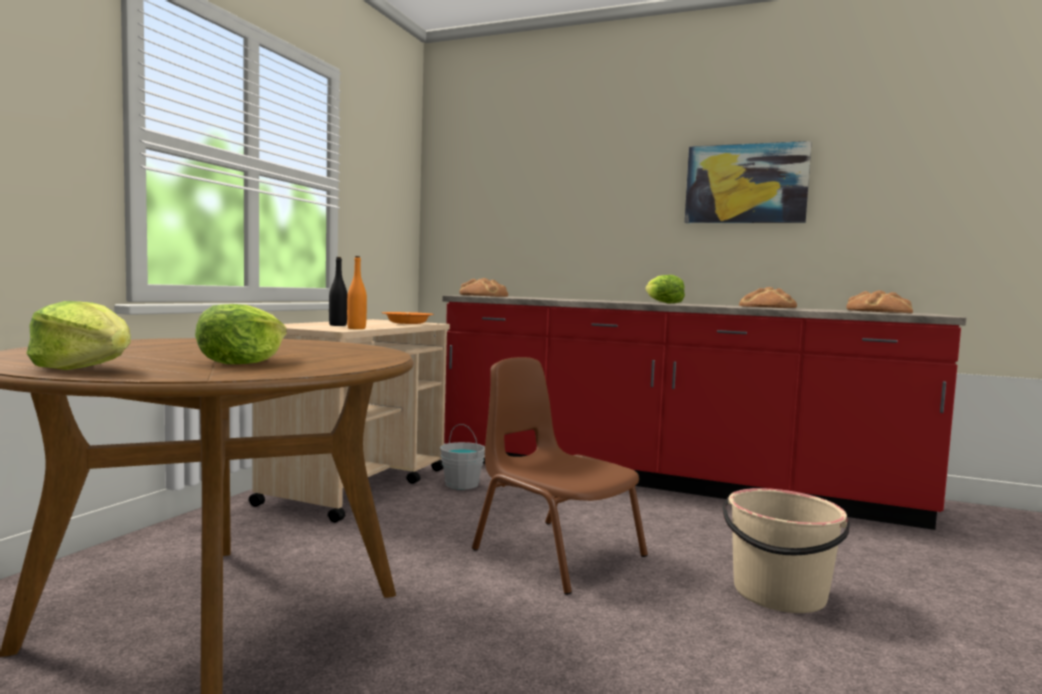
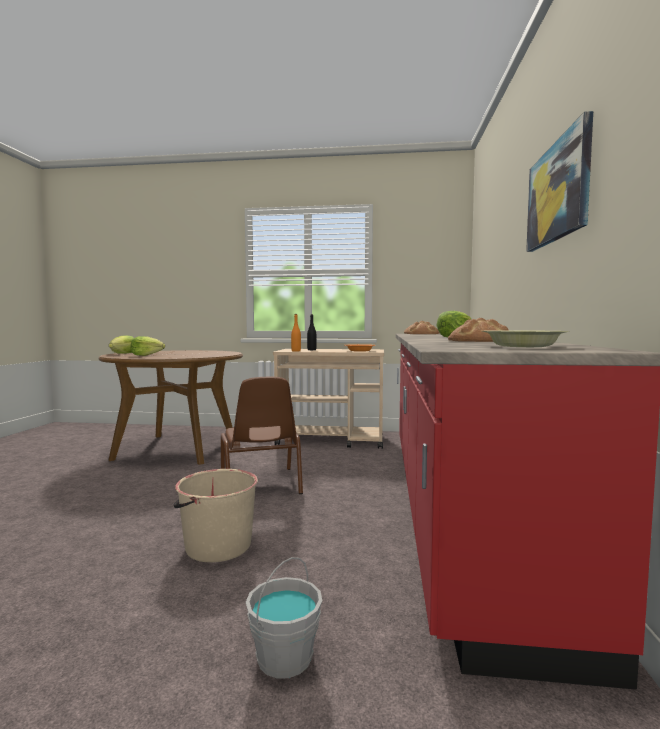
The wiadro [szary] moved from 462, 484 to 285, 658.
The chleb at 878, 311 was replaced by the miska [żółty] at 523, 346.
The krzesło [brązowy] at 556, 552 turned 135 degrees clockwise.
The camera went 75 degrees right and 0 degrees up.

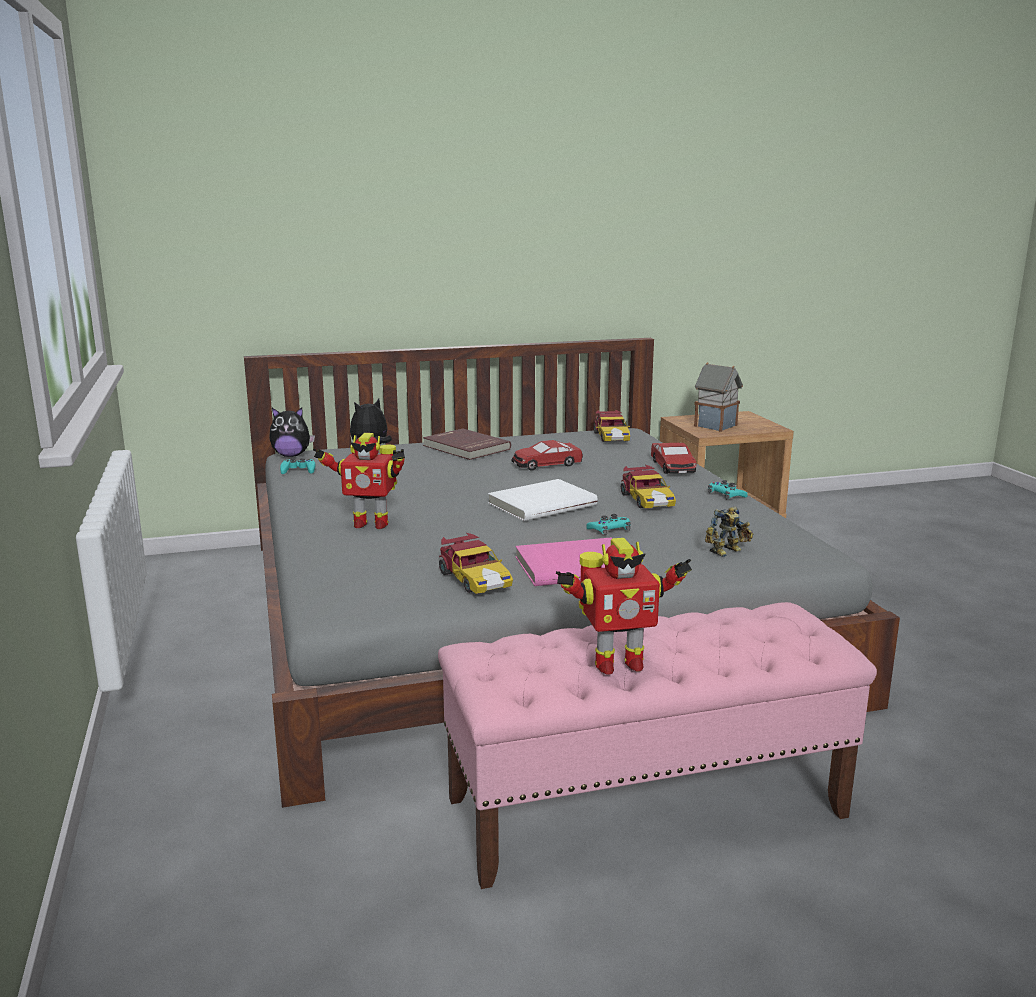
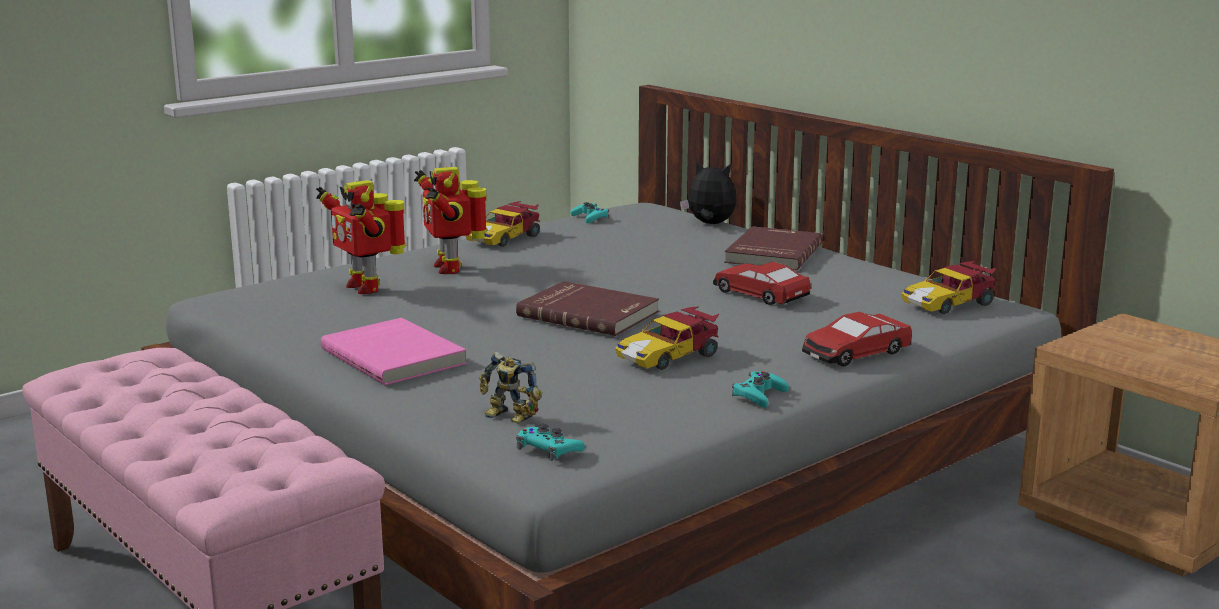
The pluszak at 291, 455 disappeared.
The domek at 716, 426 disappeared.
The samochodzik moved from 474, 579 to 505, 239.
The robot zabawkowy moved from 616, 664 to 366, 287.
The pad do gier [turkusowy] moved from 609, 530 to 548, 450.
The książka [biały] at 541, 503 became the książka [czerwony] at 589, 313.
The camera went 65 degrees right and 0 degrees up.

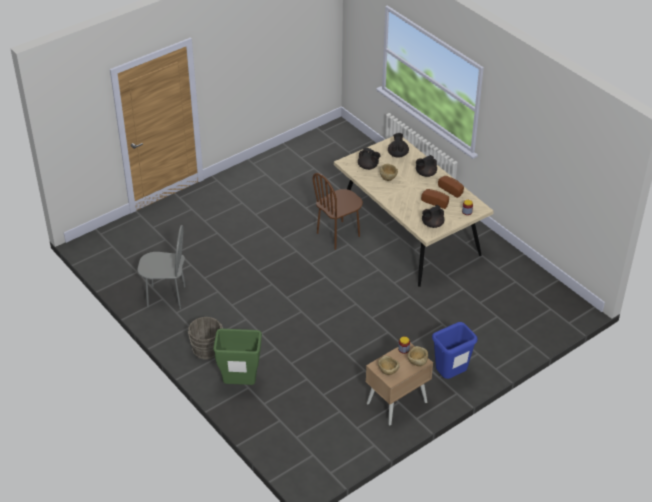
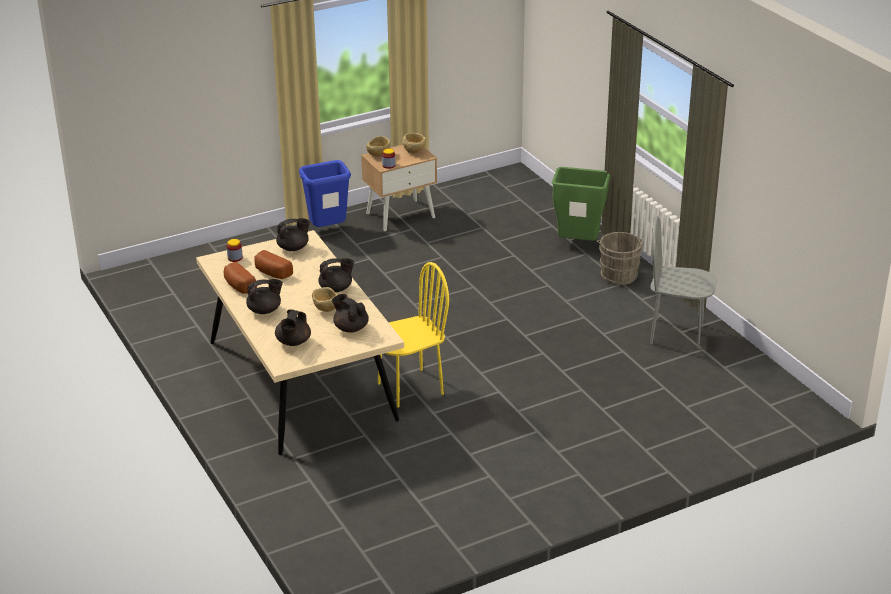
The imbryk [czarny] at 336, 289 appeared.
The krzesło [brązowy] at 338, 235 became the krzesło [żółty] at 410, 388.
The camera went 170 degrees left and 10 degrees down.

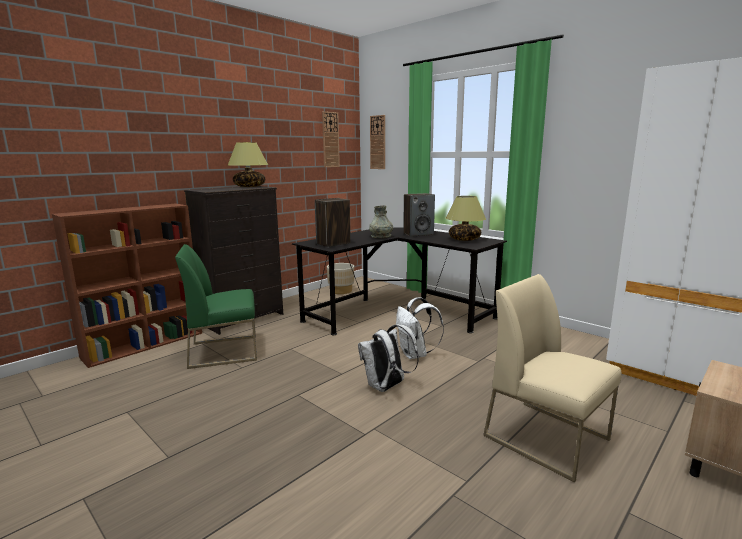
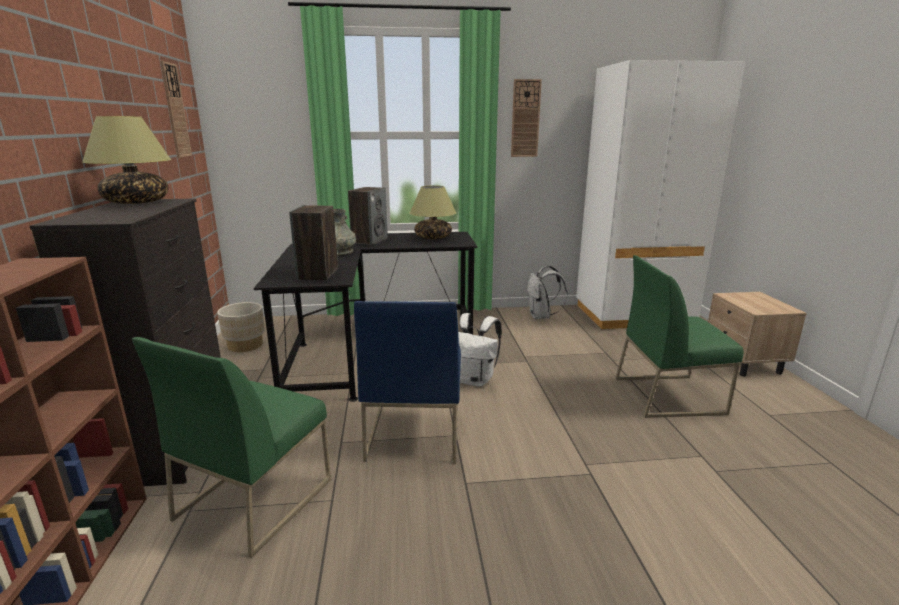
The krzesło [niebieski] at 413, 433 appeared.
The plecak [biały] moved from 386, 387 to 541, 316.
The zegar ścienny moved from 378, 142 to 525, 118.
The krzesło [beżowy] at 547, 437 became the krzesło [zielony] at 668, 395.
The camera went 50 degrees left and 5 degrees up.

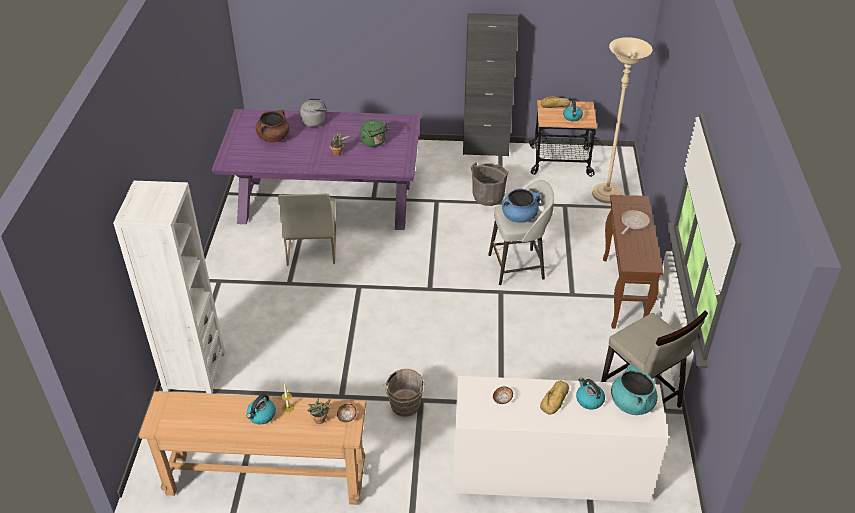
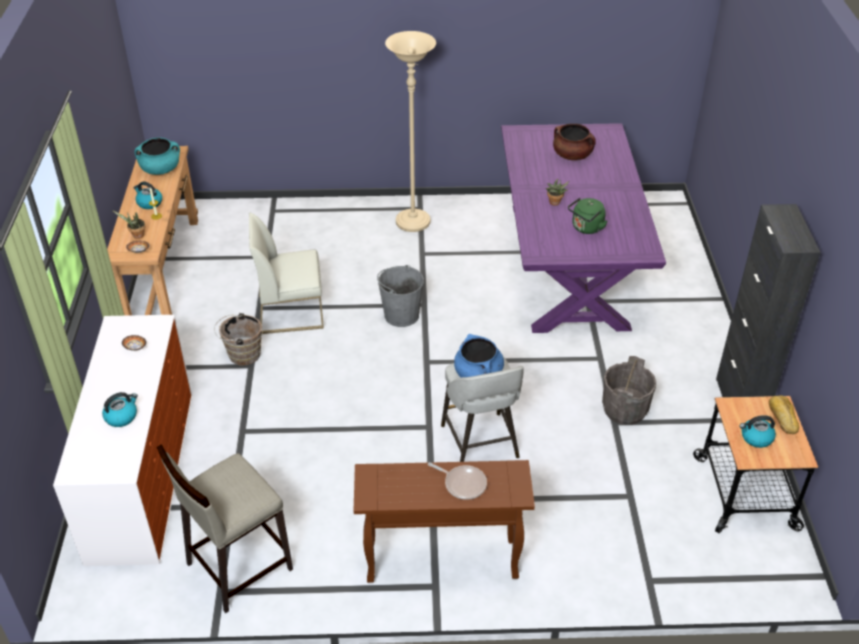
The regał [biały] at 194, 372 disappeared.
The czajnik [szary] at 314, 122 disappeared.
The chleb at 555, 400 disappeared.
The wiadro [szary] at 401, 315 appeared.
The krzesło [biały] moved from 311, 247 to 291, 311.
The lampa stojąca [beżowy] moved from 606, 195 to 413, 222.
The garnek [turkusowy] moved from 631, 403 to 161, 169.
The camera went 85 degrees right and 0 degrees up.

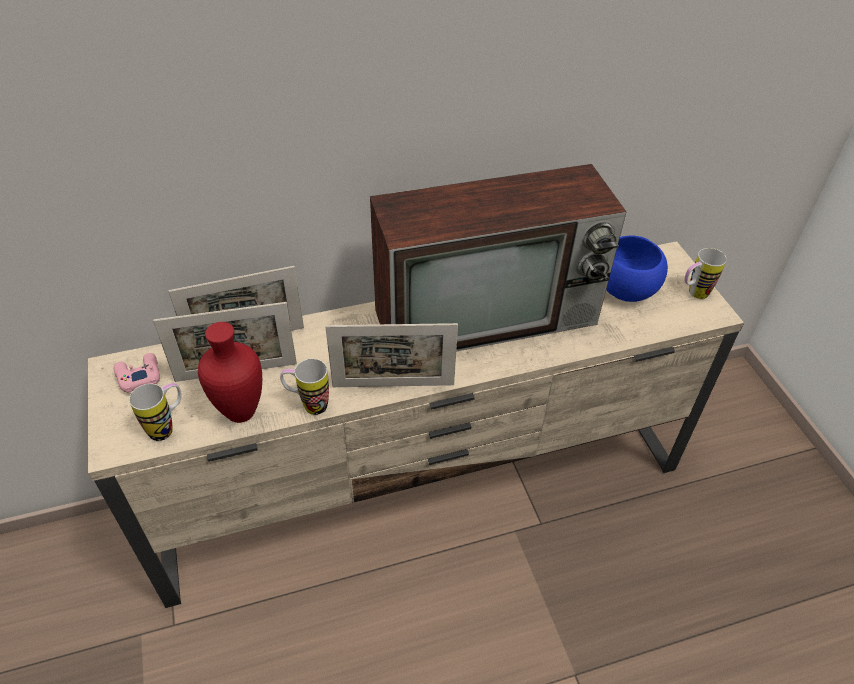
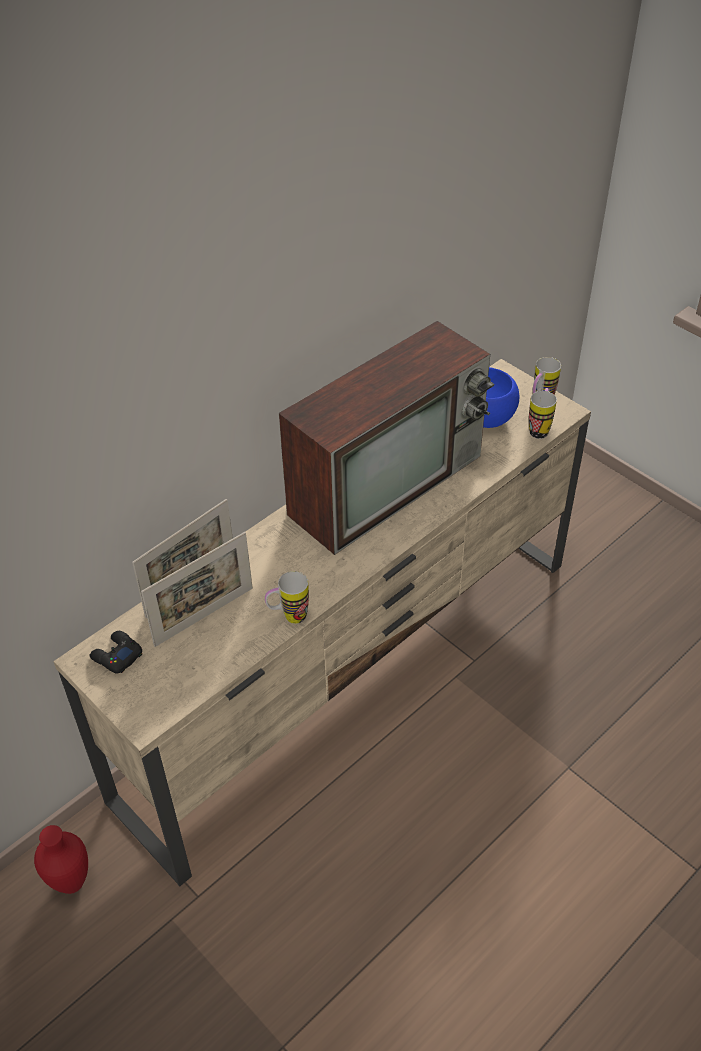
The ramka na zdjęcie at 393, 385 disappeared.
The kubek moved from 168, 427 to 540, 428.
The wazon [czerwony] moved from 240, 411 to 70, 882.
The pad do gier [różowy] at 138, 376 became the pad do gier [czarny] at 116, 656.
The camera went 25 degrees left and 0 degrees up.

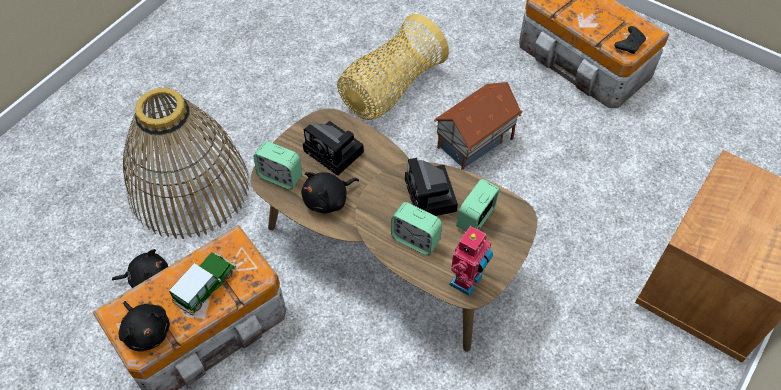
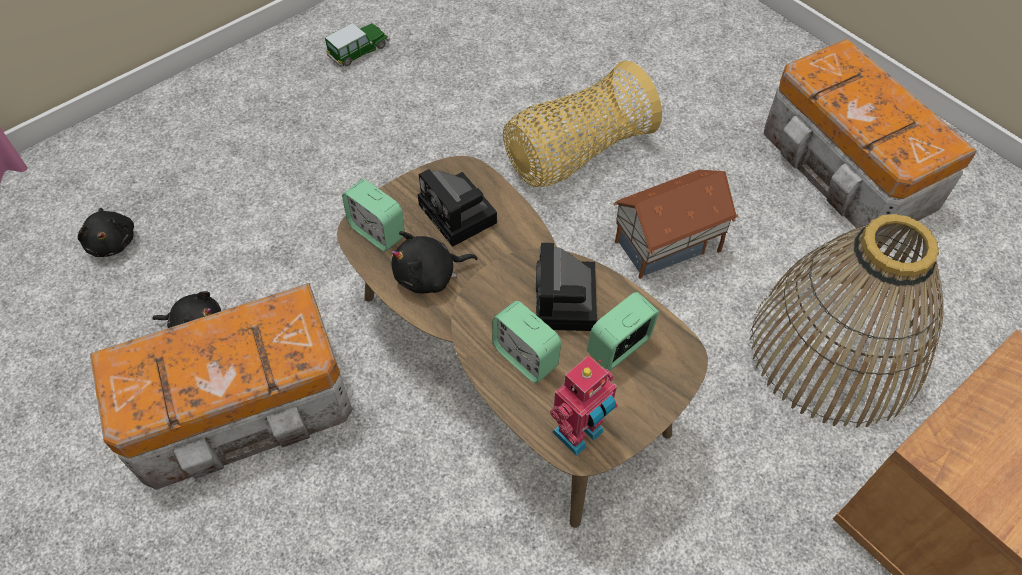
The pad do gier [czarny] at 629, 44 disappeared.
The pluszak [czarny] moved from 147, 331 to 113, 241.
The koszyk moved from 189, 187 to 835, 349.
The samochodzik moved from 205, 286 to 359, 50.
The camera went 15 degrees right and 0 degrees up.

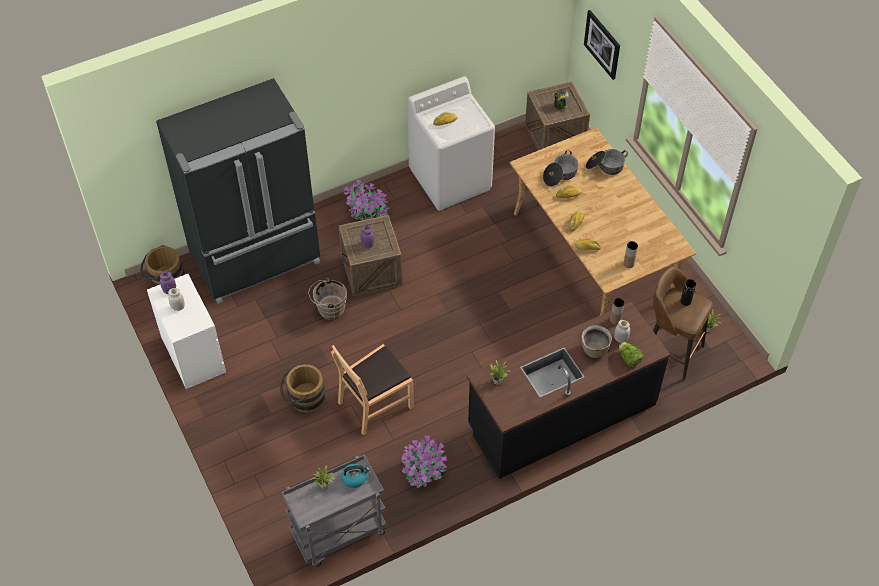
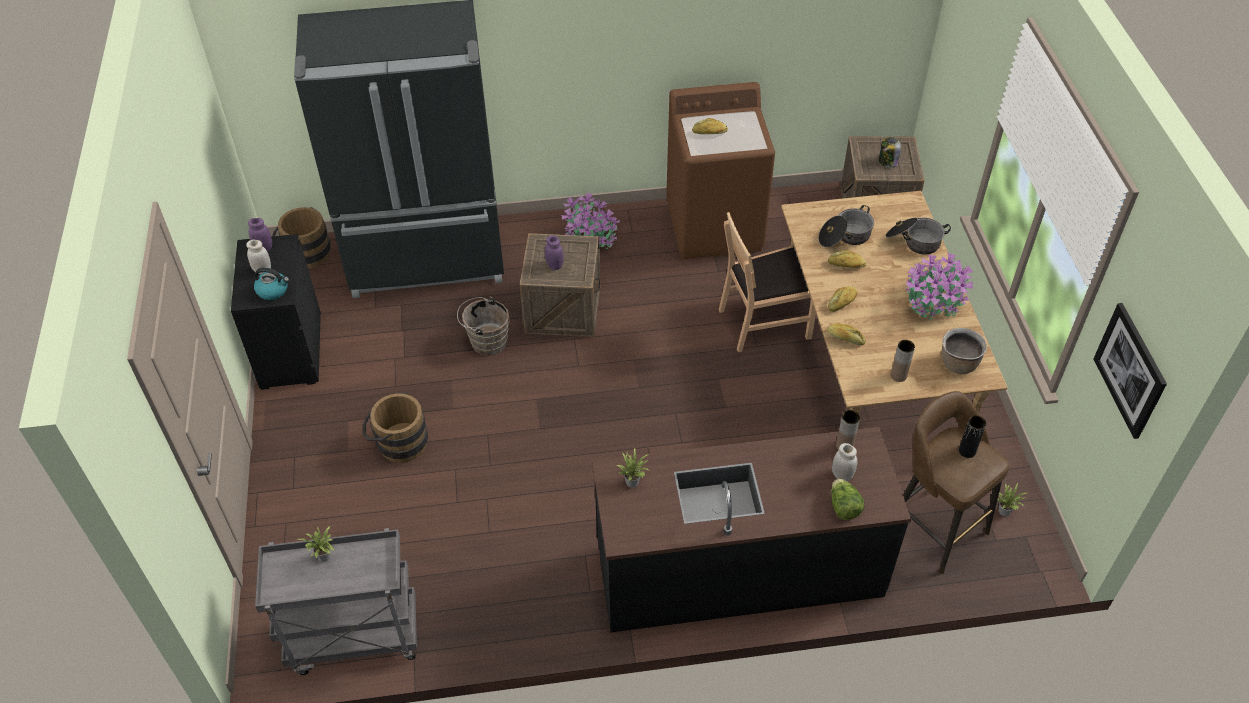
The krzesło [brązowy] moved from 375, 403 to 764, 322.
The czajnik moved from 354, 478 to 273, 290.
The roślina doniczkowa moved from 423, 470 to 932, 302.
The garnek [brązowy] moved from 594, 350 to 958, 364.
The obraz moved from 602, 44 to 1131, 370.
The komoda [biały] at 193, 355 became the komoda [czarny] at 291, 350.
The pralka [biały] at 451, 179 became the pralka [brązowy] at 715, 226.
The camera went 20 degrees right and 5 degrees down.

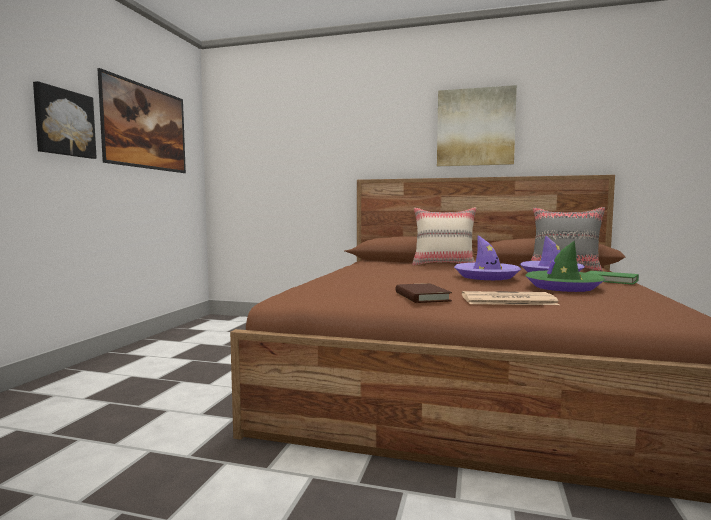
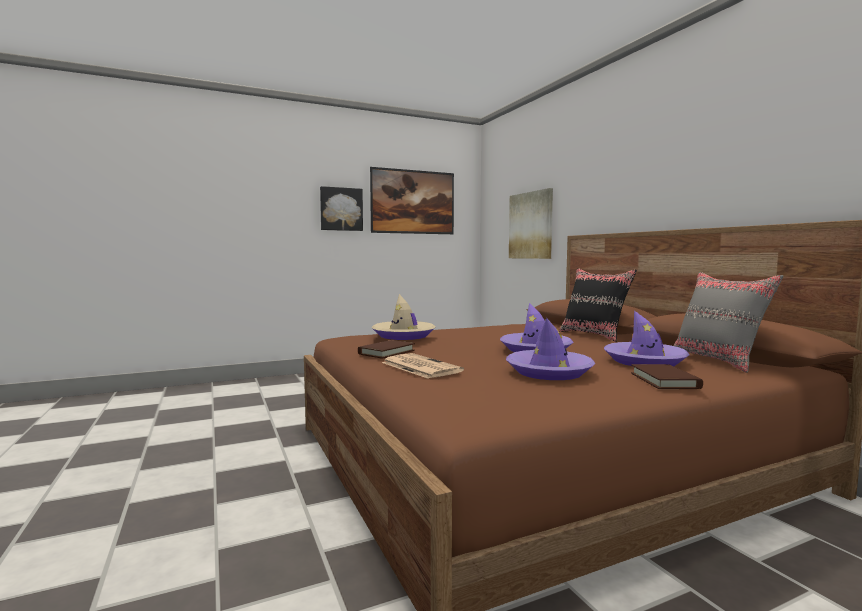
The kapelusz [beżowy] at 403, 336 appeared.
The obraz moved from 475, 127 to 531, 225.
The poduszka [beżowy] at 444, 264 became the poduszka [czarny] at 594, 335.
The kapelusz [zielony] at 563, 287 became the kapelusz [fioletowy] at 549, 372.
The książka [zielony] at 610, 280 became the książka [brązowy] at 664, 380.
The camera went 50 degrees right and 0 degrees up.

